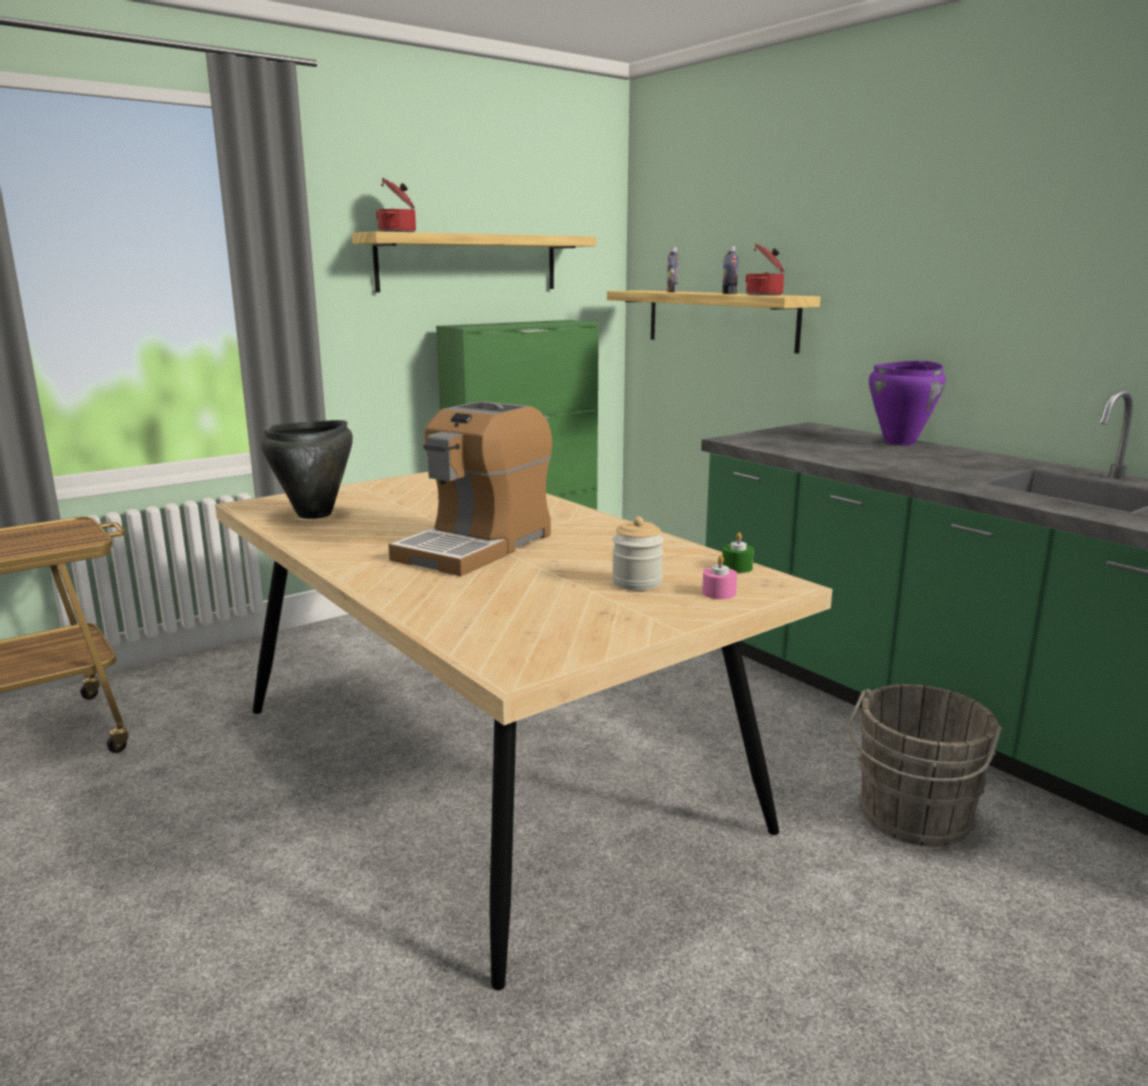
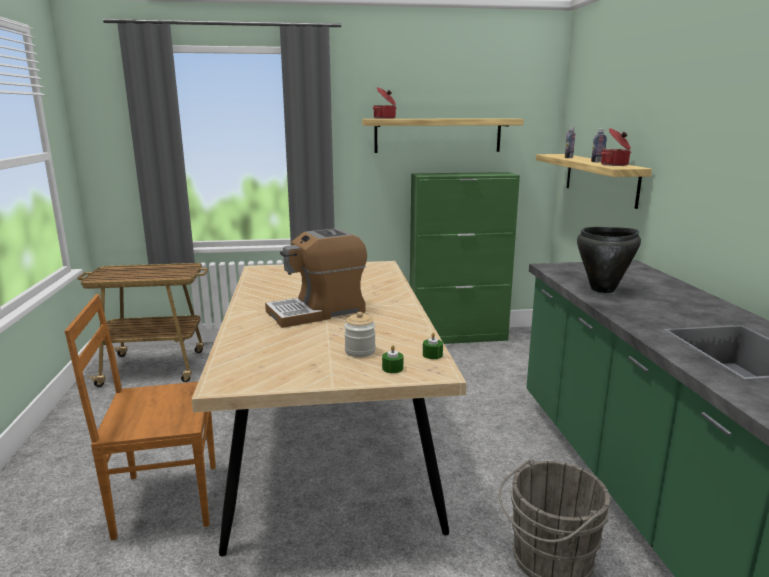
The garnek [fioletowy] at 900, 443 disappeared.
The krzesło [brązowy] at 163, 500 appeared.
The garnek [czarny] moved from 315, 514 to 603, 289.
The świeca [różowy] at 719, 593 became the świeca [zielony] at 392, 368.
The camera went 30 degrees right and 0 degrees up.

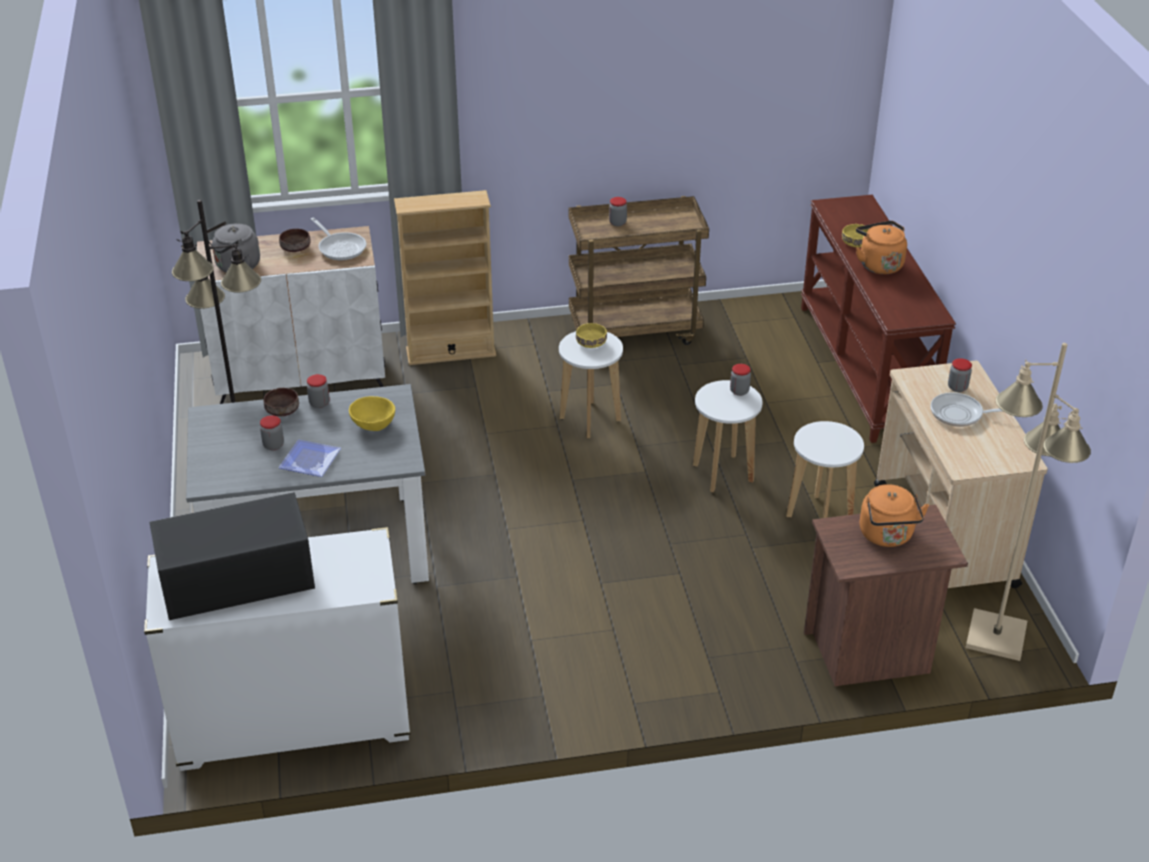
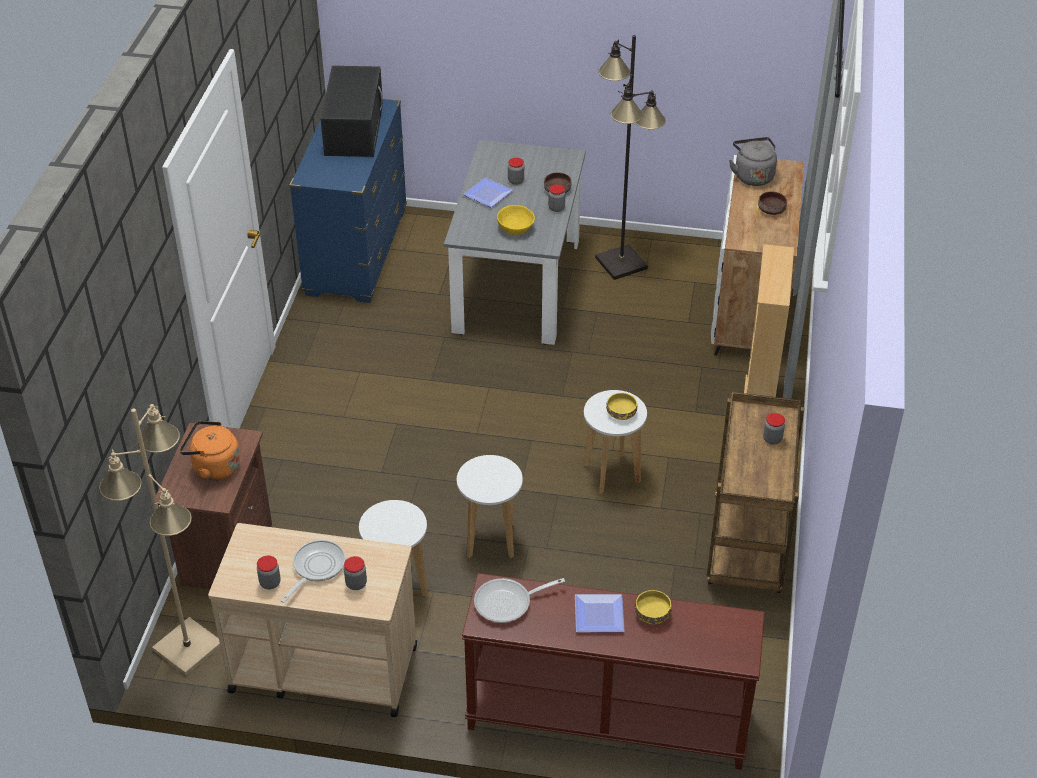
The patelnia moved from 340, 247 to 508, 603.
The słoik moved from 739, 391 to 270, 583.
The czajnik [pomarańczowy] at 879, 264 was replaced by the talerz at 601, 616.
The komoda [biały] at 293, 720 became the komoda [niebieski] at 356, 252.
The camera went 110 degrees right and 5 degrees up.

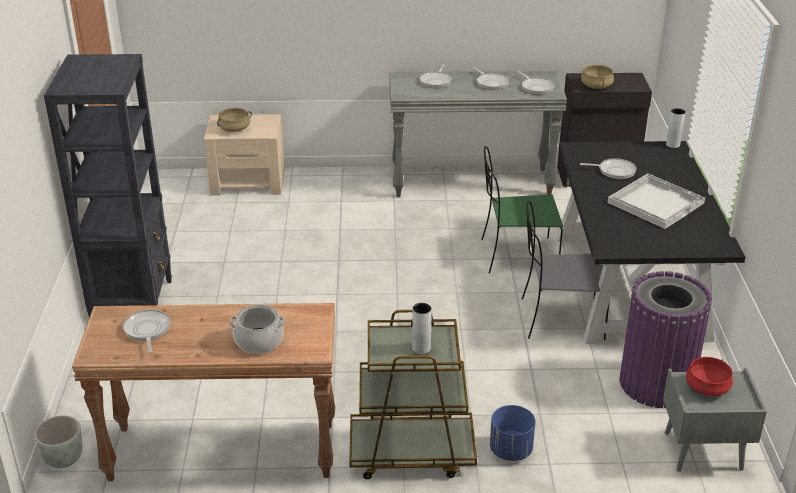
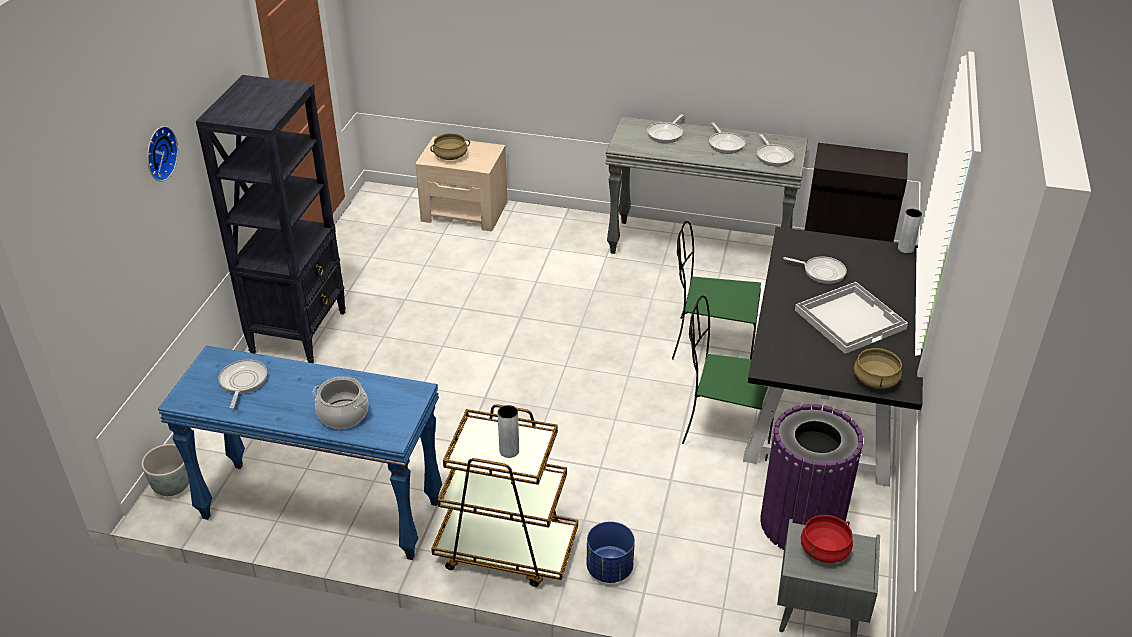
The zegar ścienny at 158, 153 appeared.
The garnek [beżowy] moved from 596, 86 to 876, 380.
The stolik konsolowy [brązowy] at 222, 453 became the stolik konsolowy [niebieski] at 320, 511.
The krzesło [szary] at 559, 319 became the krzesło [zielony] at 726, 427.
The camera went 15 degrees right and 5 degrees up.

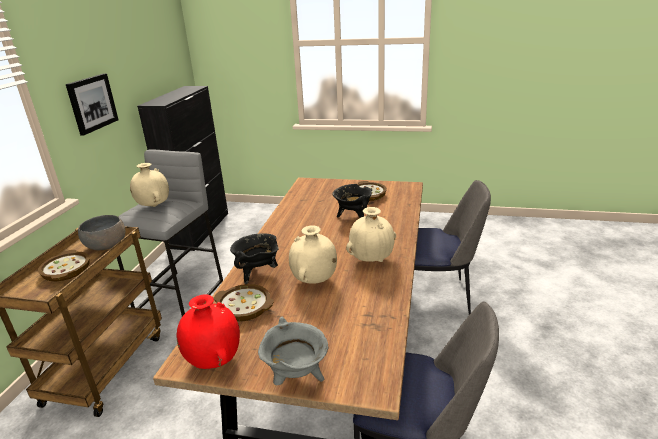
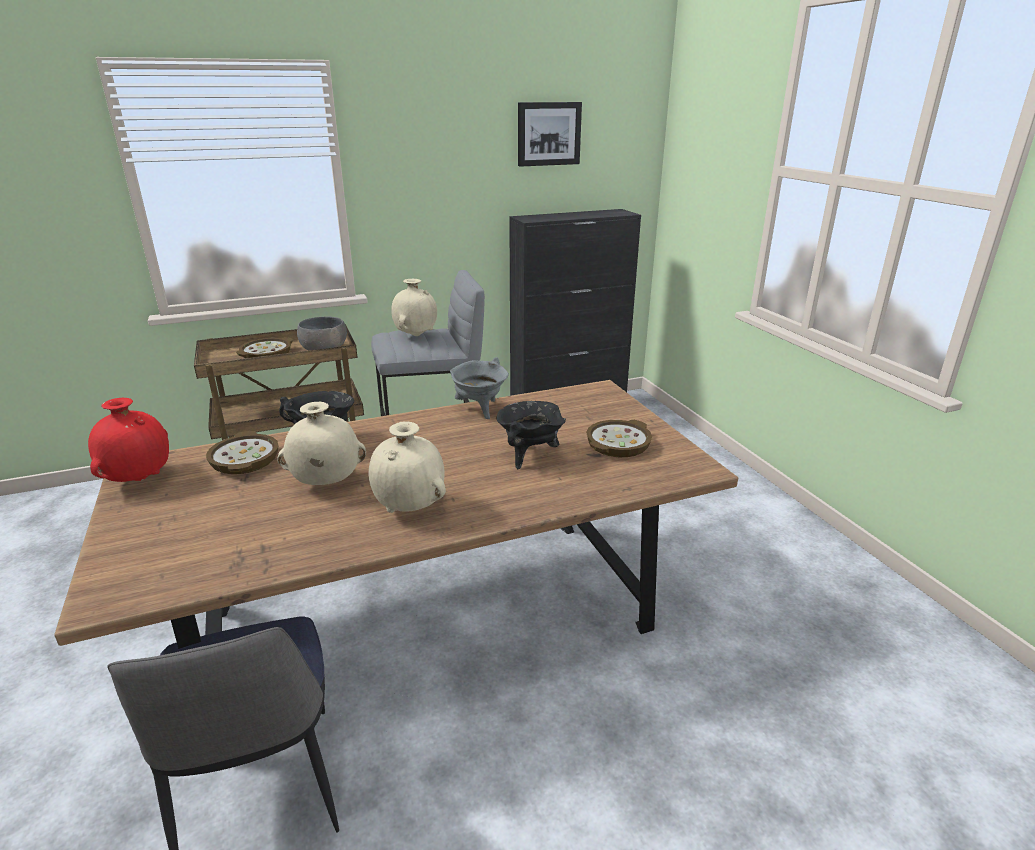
The krzesło at 436, 297 disappeared.
The obraz moved from 92, 103 to 548, 134.
The garnek [szary] moved from 297, 377 to 479, 410.
The camera went 55 degrees right and 0 degrees up.

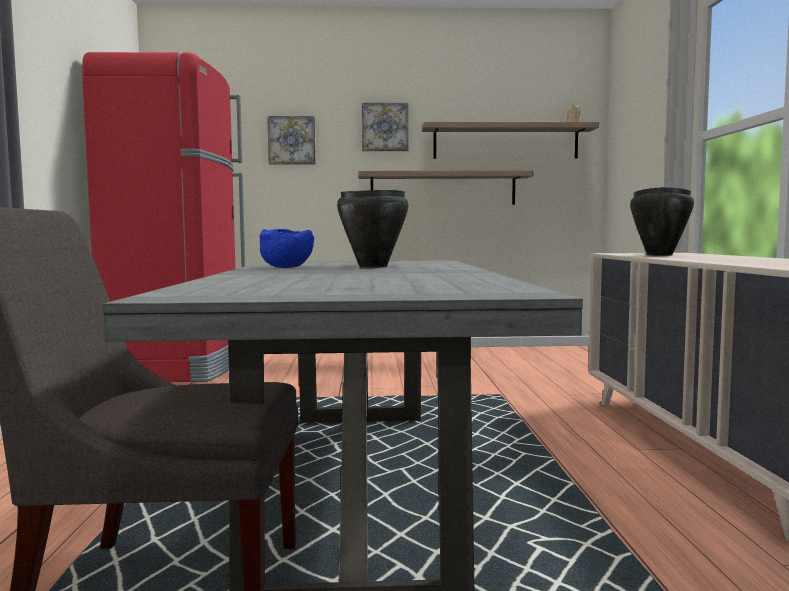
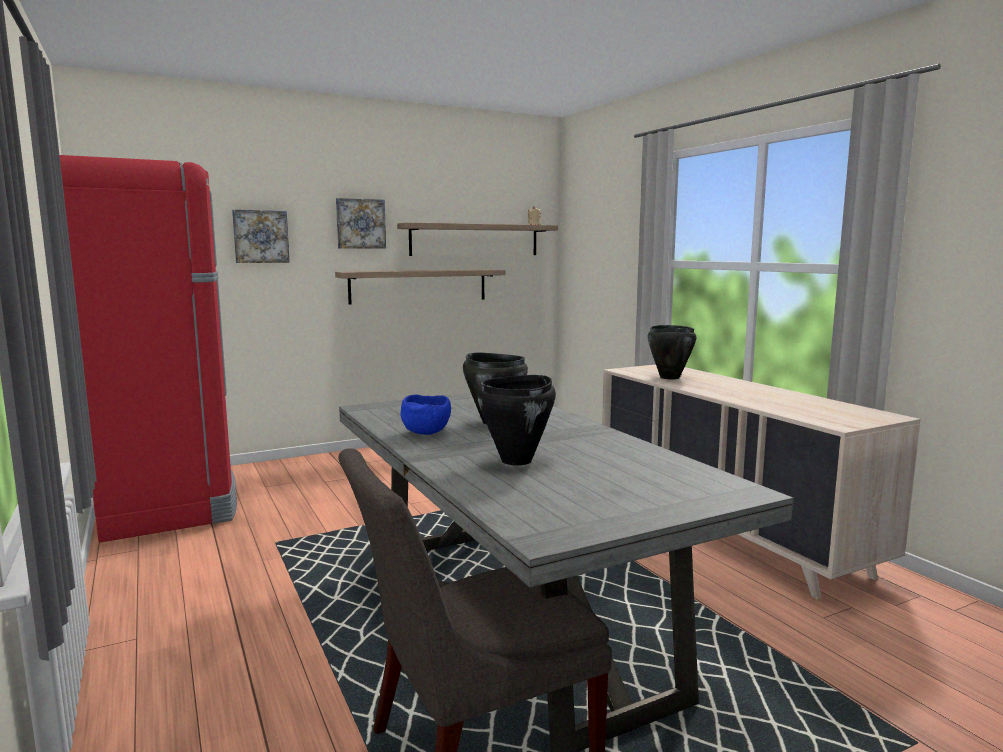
The garnek [czarny] at 517, 461 appeared.
The camera went 25 degrees left and 5 degrees up.

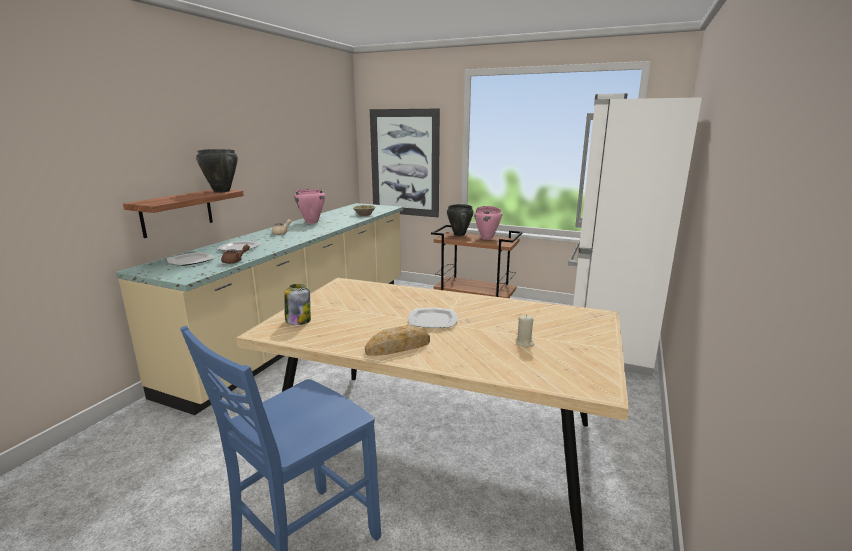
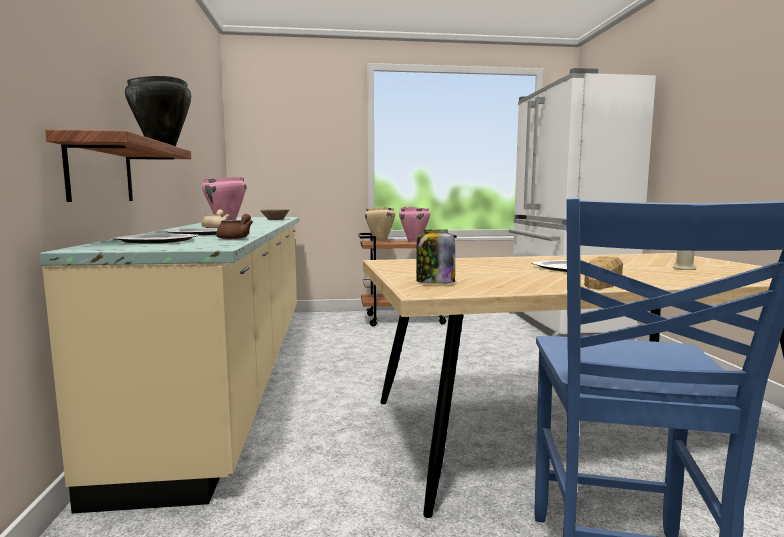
The obraz at 404, 163 disappeared.
The garnek [czarny] at 459, 234 became the garnek [beżowy] at 380, 241.
The camera went 30 degrees left and 10 degrees down.

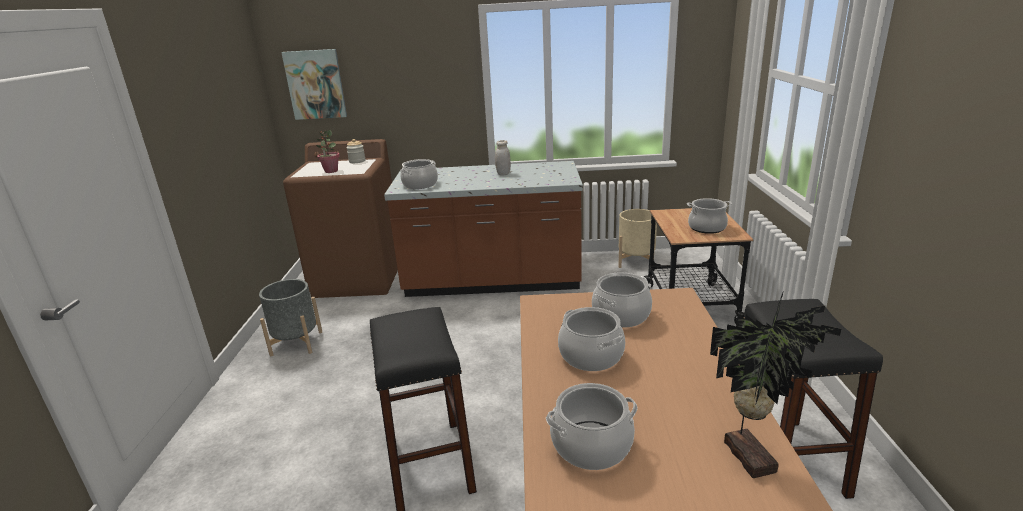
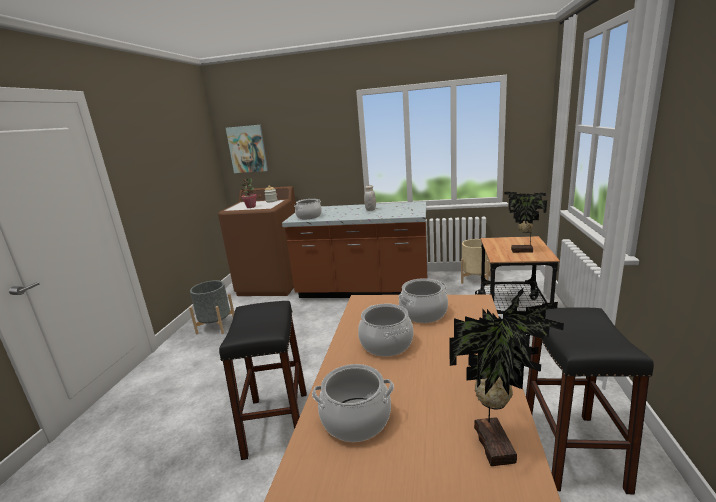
The garnek at 707, 228 was replaced by the roślina doniczkowa at 522, 251.
The camera went 10 degrees right and 5 degrees down.

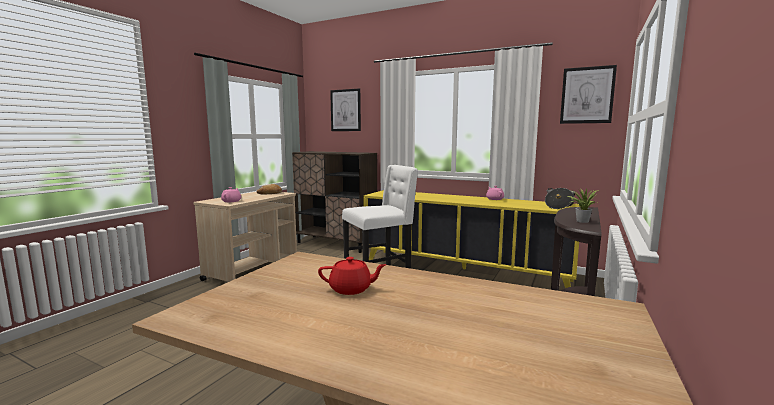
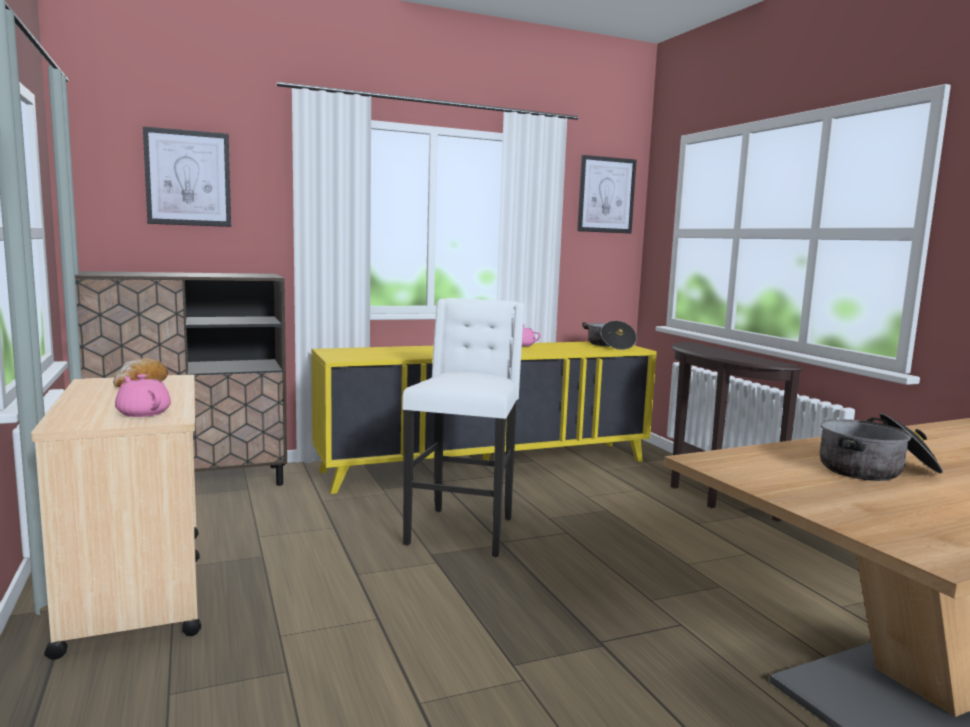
The roślina doniczkowa at 581, 221 disappeared.
The imbryk [czerwony] at 351, 289 was replaced by the garnek at 876, 470.
The camera went 50 degrees left and 0 degrees up.

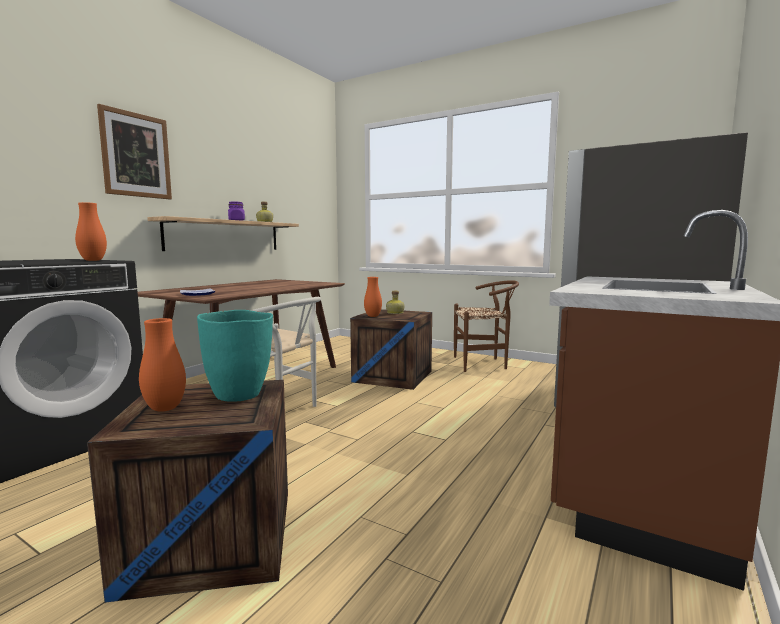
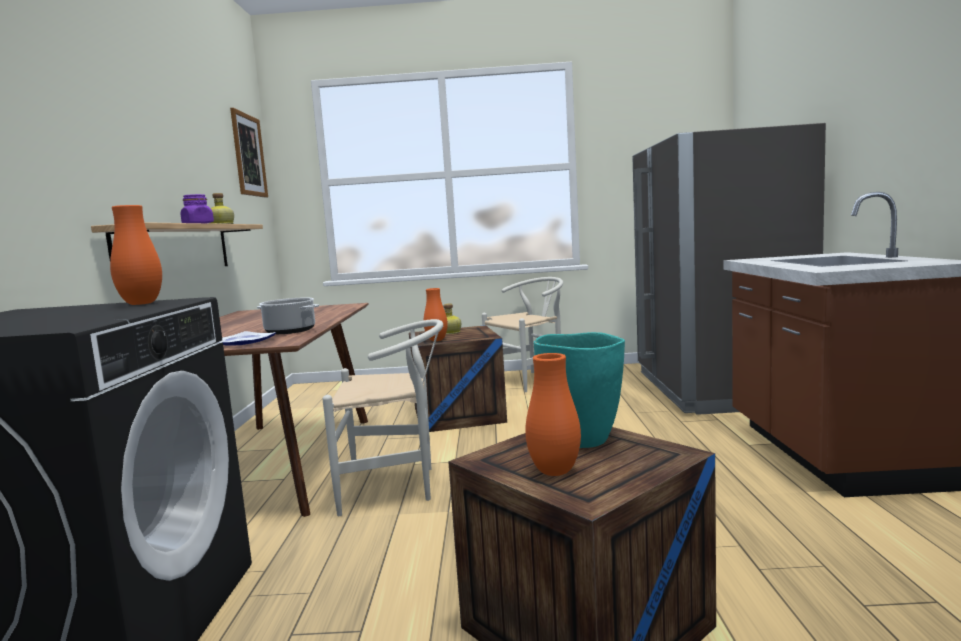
The garnek at 291, 331 appeared.
The obraz moved from 136, 155 to 249, 155.
The krzesło [brązowy] at 484, 363 became the krzesło [biały] at 530, 380.
The camera went 30 degrees left and 0 degrees up.

